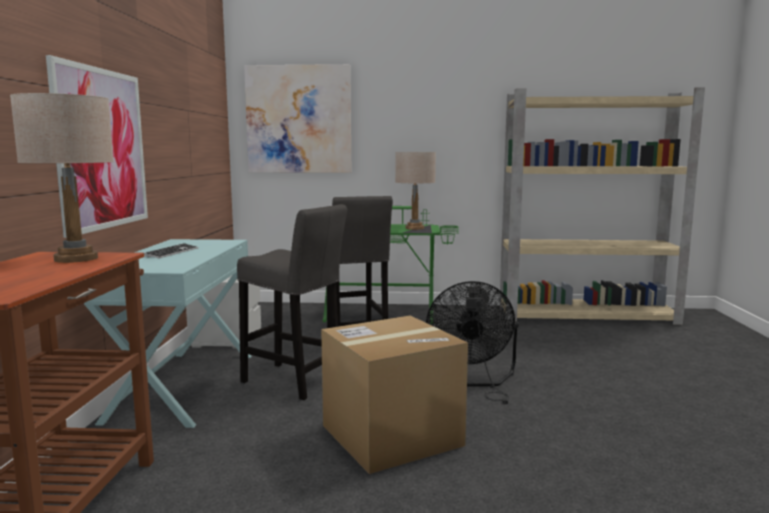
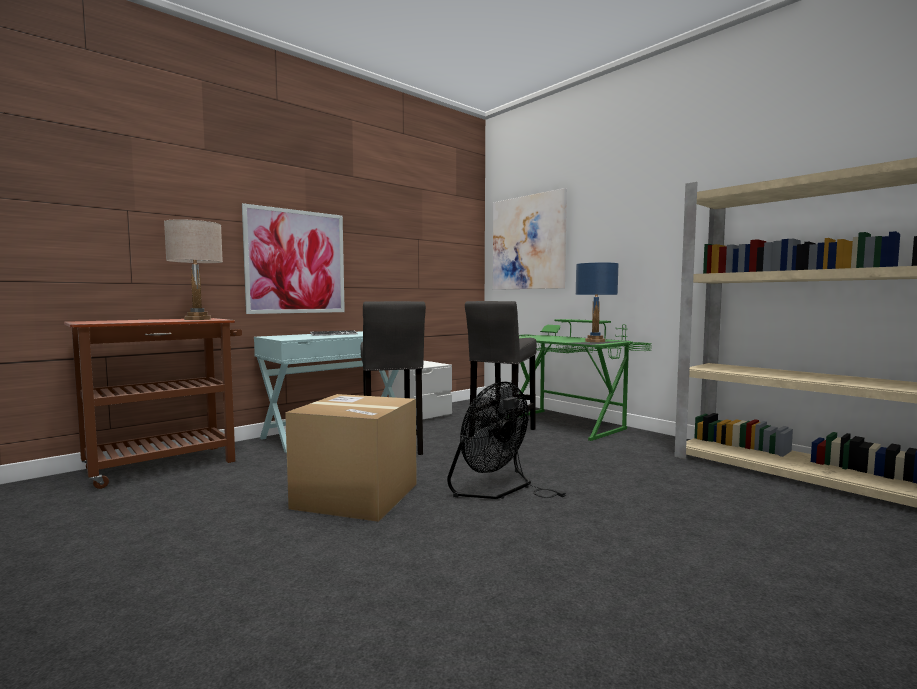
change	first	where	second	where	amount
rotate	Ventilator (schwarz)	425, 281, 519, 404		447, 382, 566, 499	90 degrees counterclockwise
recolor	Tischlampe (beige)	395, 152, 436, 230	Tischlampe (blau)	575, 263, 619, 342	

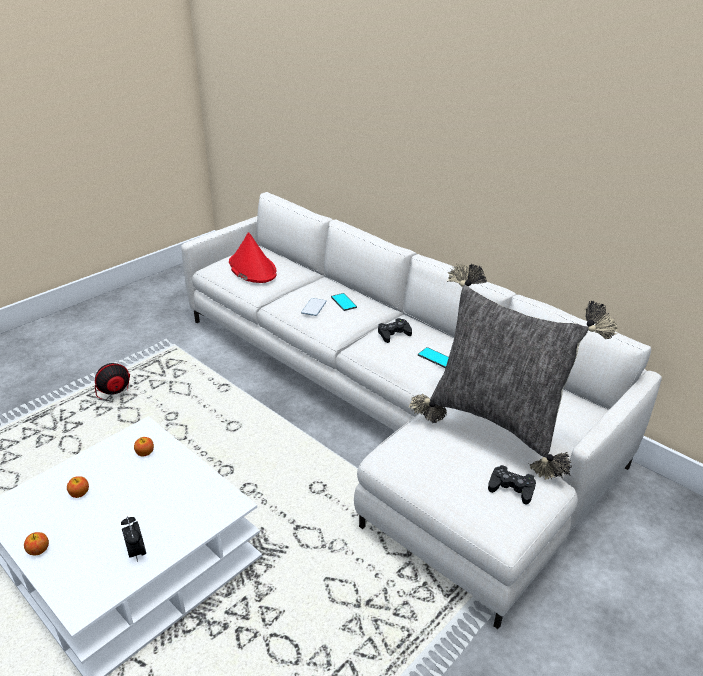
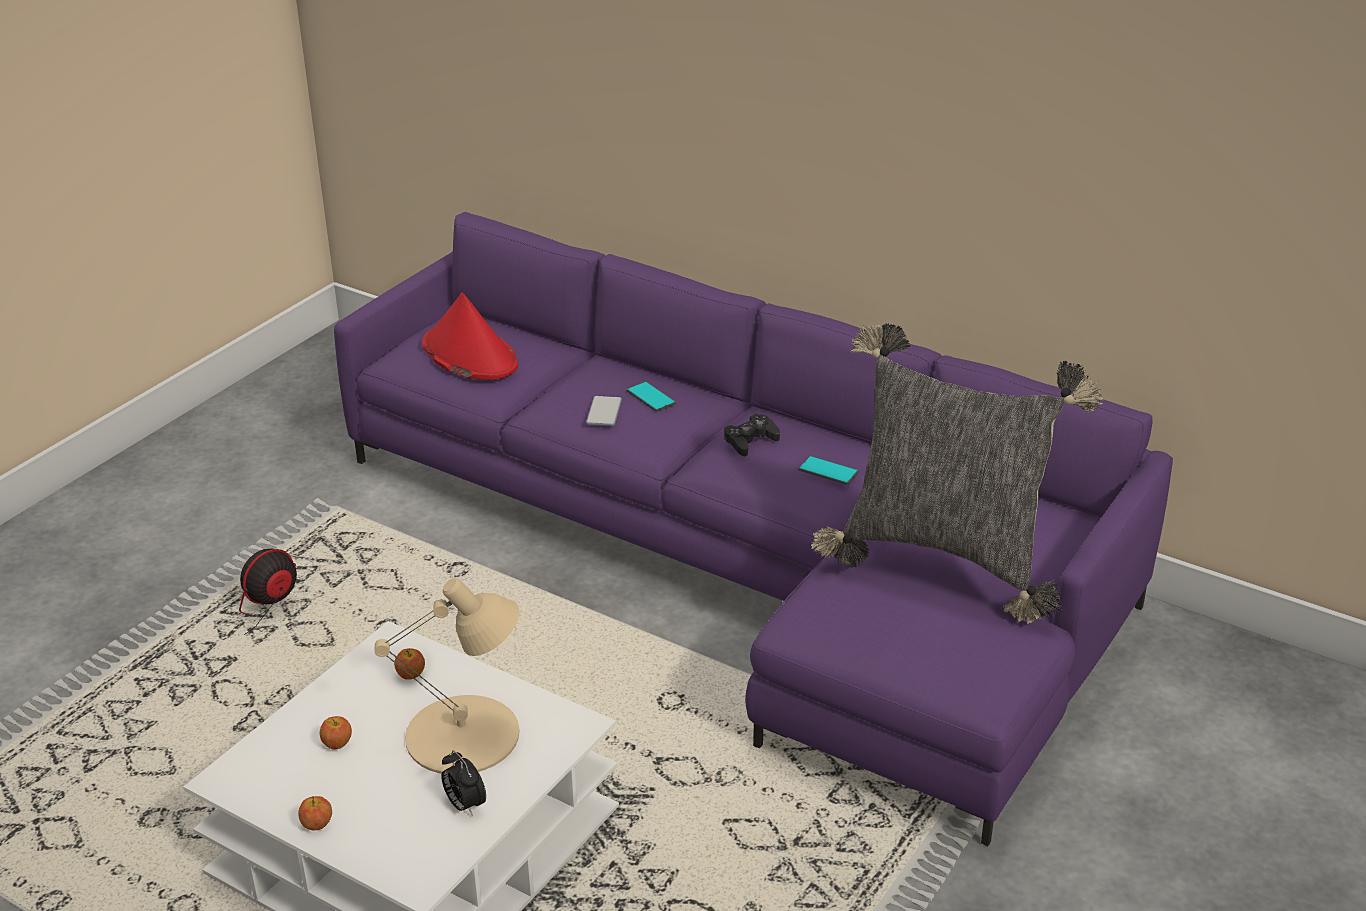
change	first	where	second	where	amount
recolor	Sofa (weiß)	181, 192, 662, 629	Sofa (lila)	334, 212, 1173, 846	
insert			Tischlampe (beige)	374, 578, 520, 774	
delete	Gamepad (schwarz)	488, 465, 536, 504			

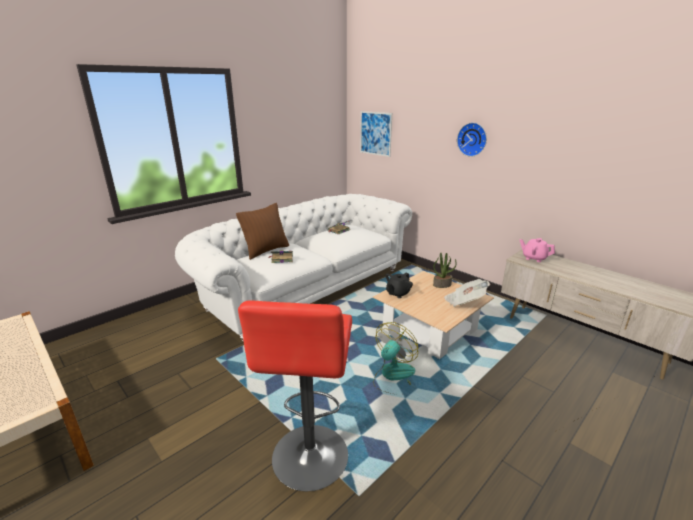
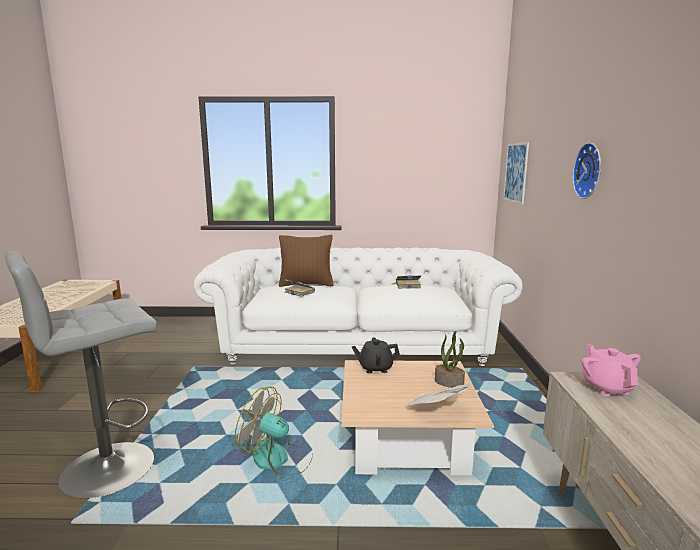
change	first	where	second	where	amount
recolor	Hocker (rot)	238, 300, 352, 491	Hocker (grau)	5, 251, 157, 499	
rotate	Ventilator	373, 322, 418, 394		235, 387, 313, 475	150 degrees counterclockwise

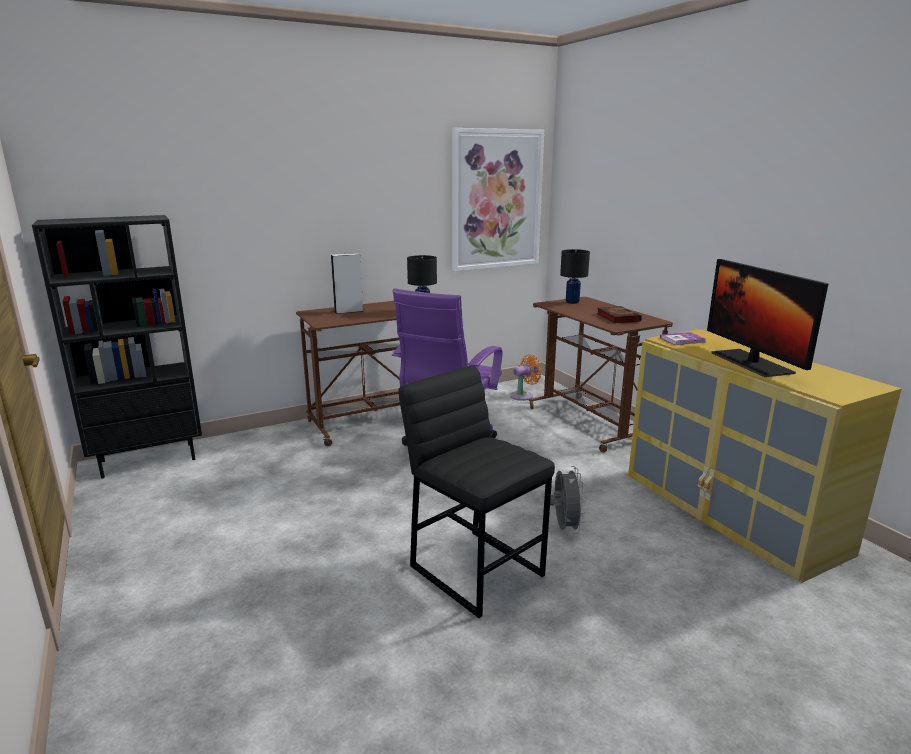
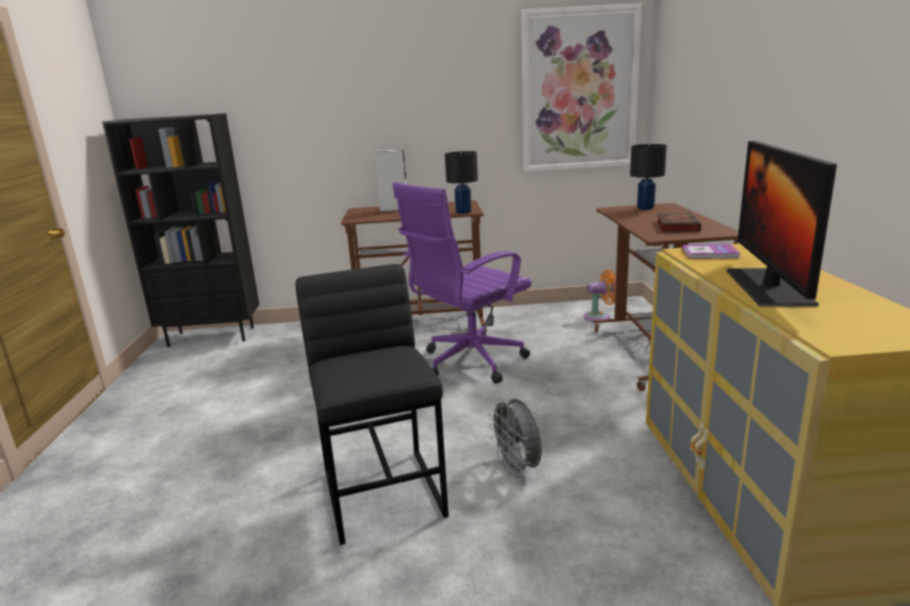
change	first	where	second	where	amount
rotate	Ventilator (grau)	550, 466, 585, 534		488, 397, 542, 478	135 degrees clockwise

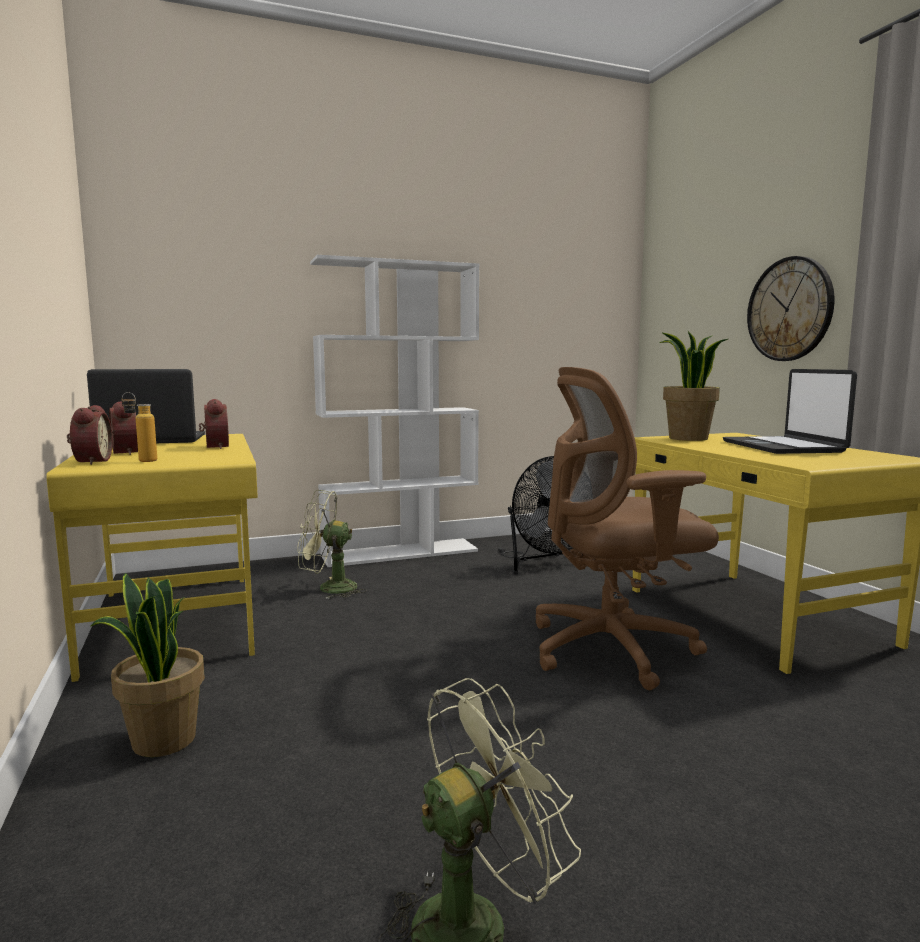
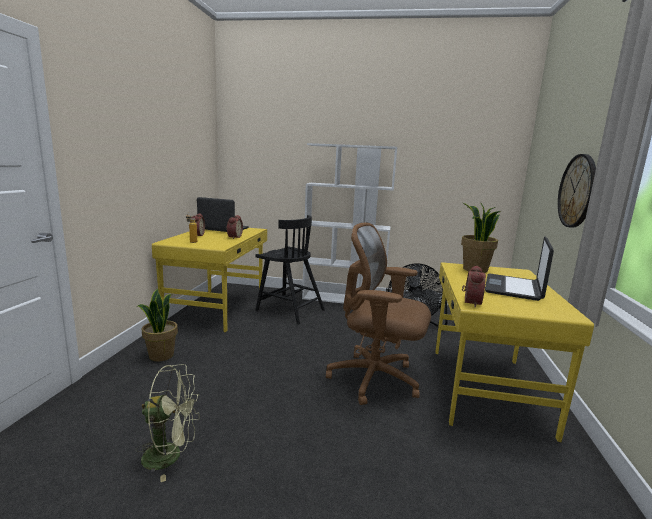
change	first	where	second	where	amount
replace	Ventilator (grün)	297, 490, 367, 599	Stuhl (schwarz)	255, 215, 325, 324	
move	Wecker	67, 405, 113, 465		462, 265, 486, 308	

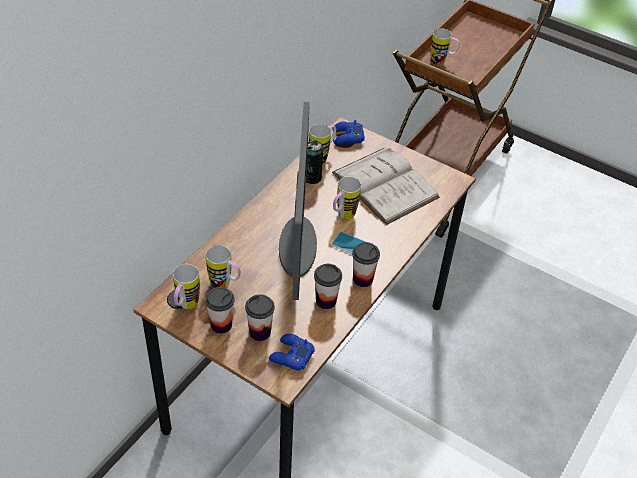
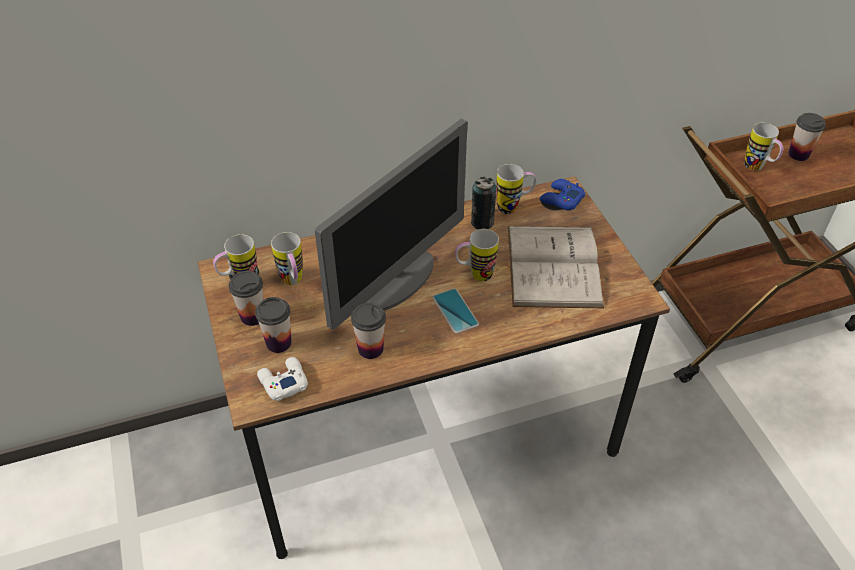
change	first	where	second	where	amount
recolor	Gamepad (blau)	269, 334, 315, 370	Gamepad (weiß)	257, 357, 308, 401	
move	Tasse	352, 242, 380, 287		788, 113, 826, 161	

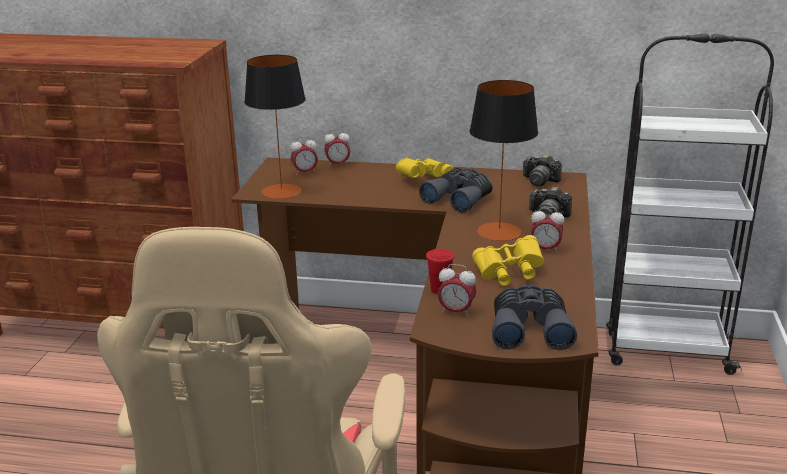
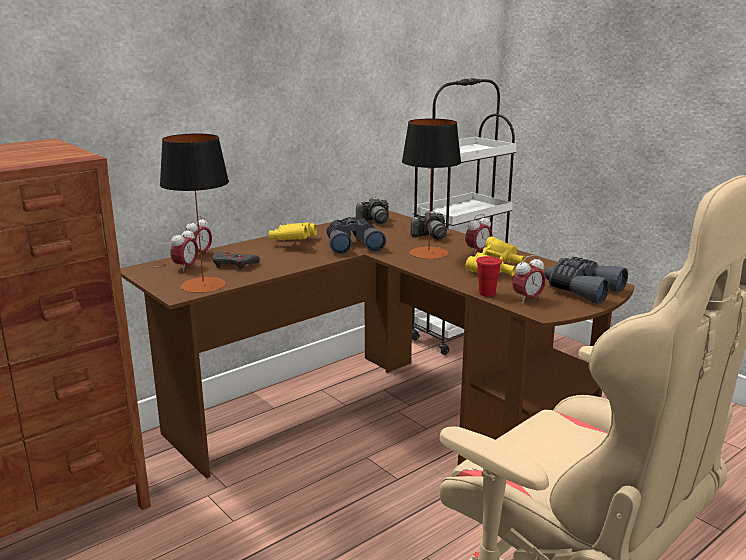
change	first	where	second	where	amount
insert			Gamepad (grau)	212, 252, 260, 270	

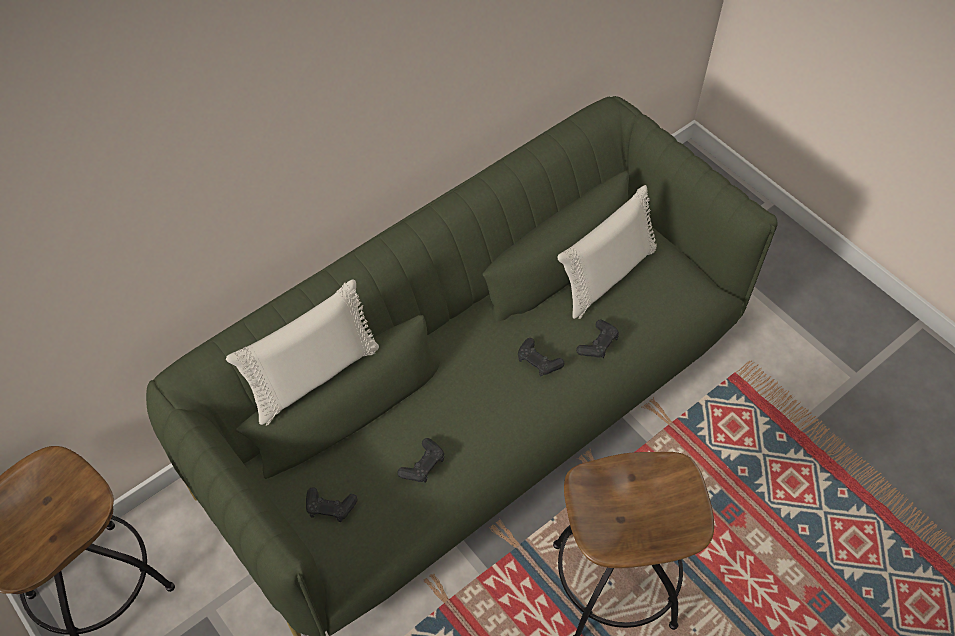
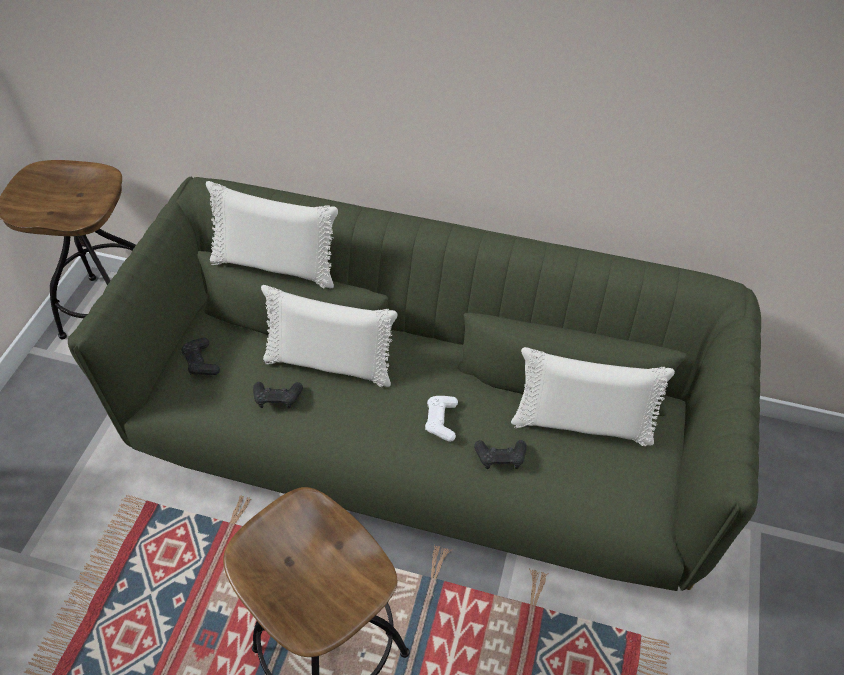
change	first	where	second	where	amount
insert			Kissen (weiß)	261, 285, 398, 387	
recolor	Gamepad (schwarz)	518, 338, 564, 376	Gamepad (weiß)	425, 396, 458, 442	

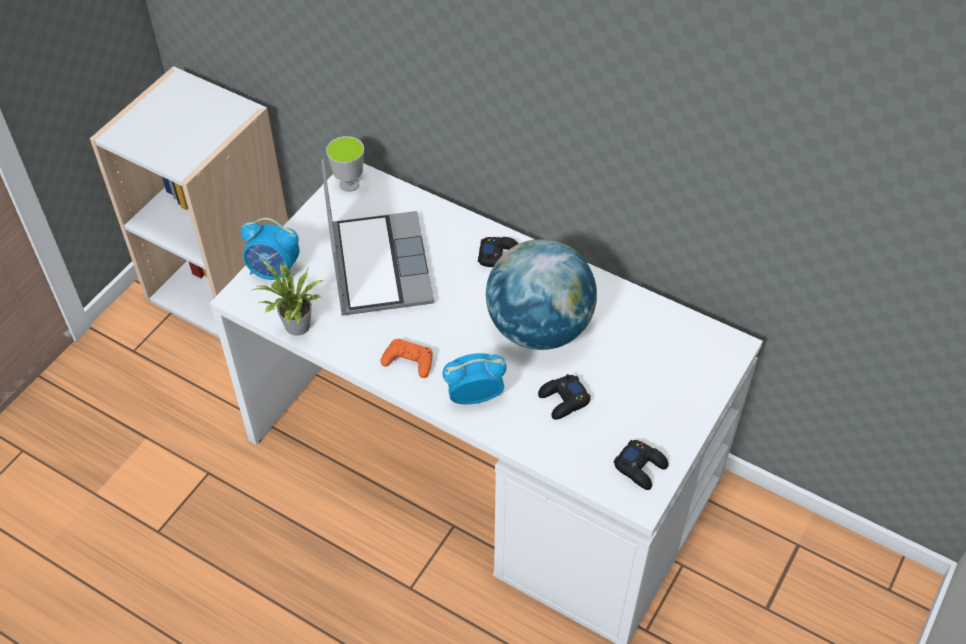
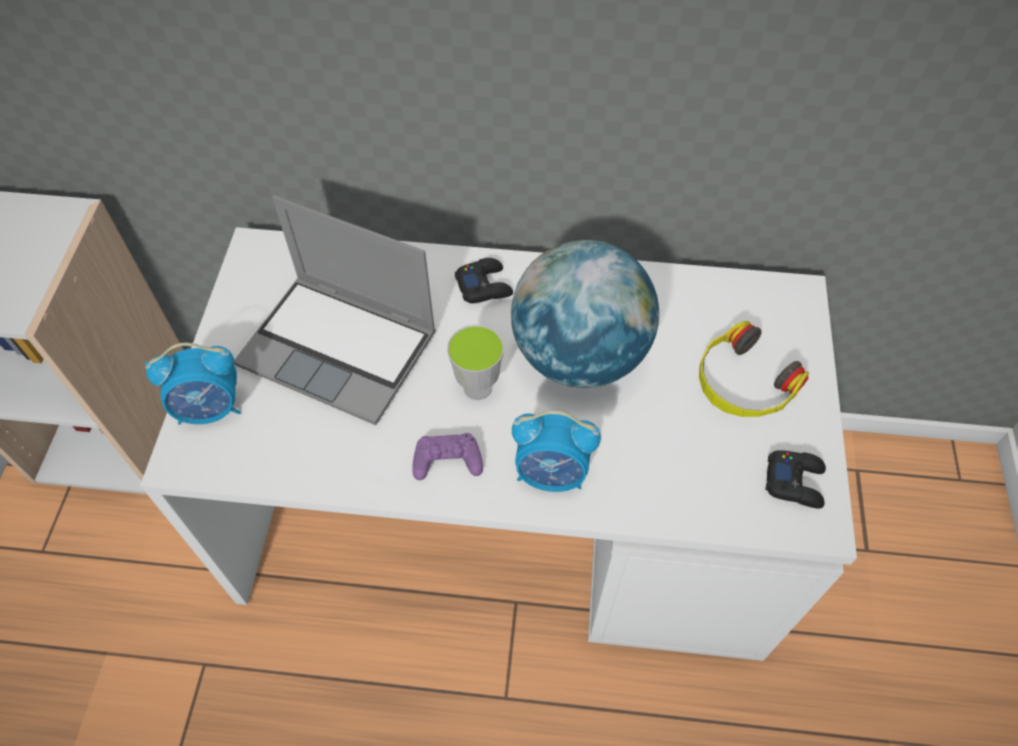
change	first	where	second	where	amount
rotate	Laptop	321, 159, 434, 316		234, 195, 436, 425	150 degrees clockwise
recolor	Gamepad (orange)	381, 339, 433, 378	Gamepad (lila)	412, 433, 483, 480	
move	Tasse	326, 136, 364, 192		447, 325, 504, 400	
rotate	Wecker	443, 353, 507, 404		512, 410, 601, 492	135 degrees counterclockwise
insert			Kopfhörer	699, 321, 809, 417	
delete	Topfpflanze	252, 259, 323, 336			
delete	Gamepad (schwarz)	538, 374, 591, 420			

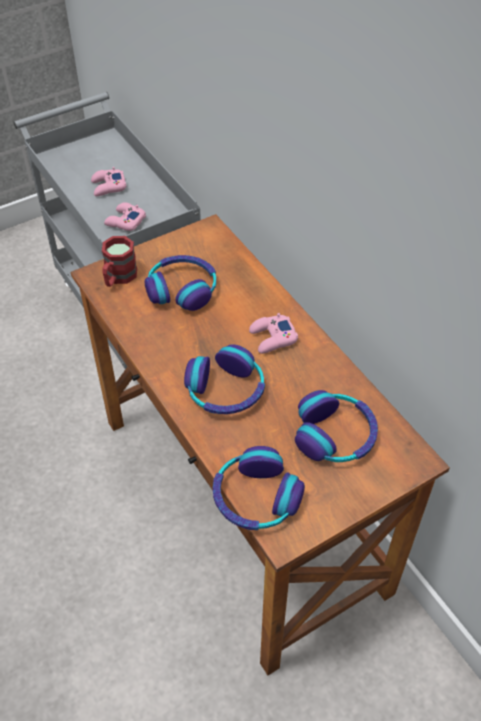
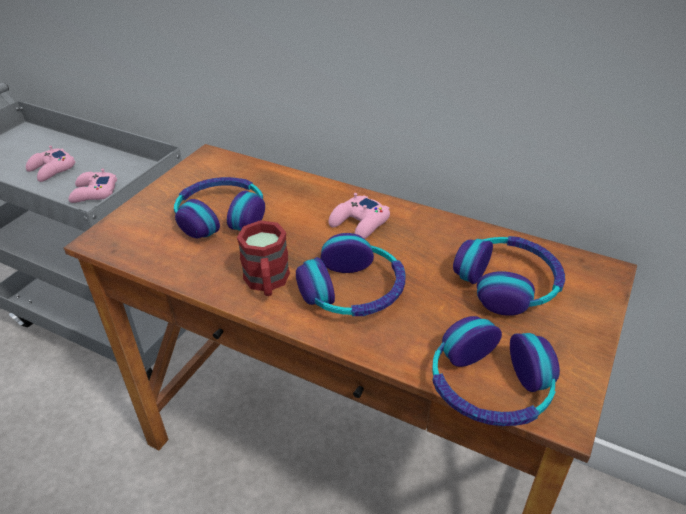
change	first	where	second	where	amount
move	Henkelbecher (rot)	102, 236, 137, 287		237, 220, 290, 296	

